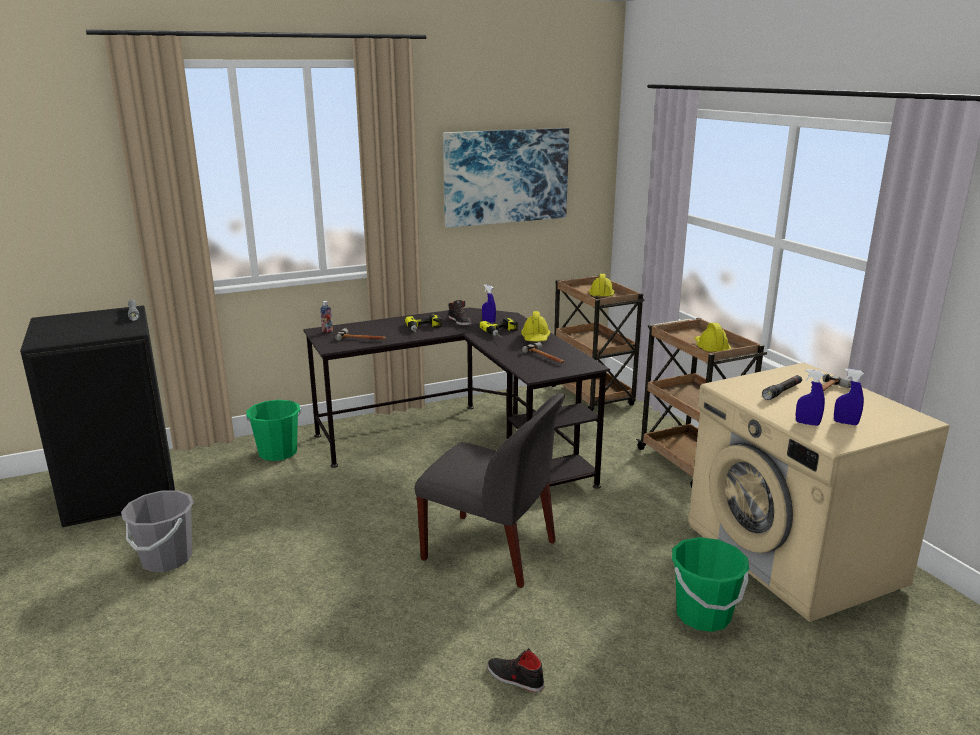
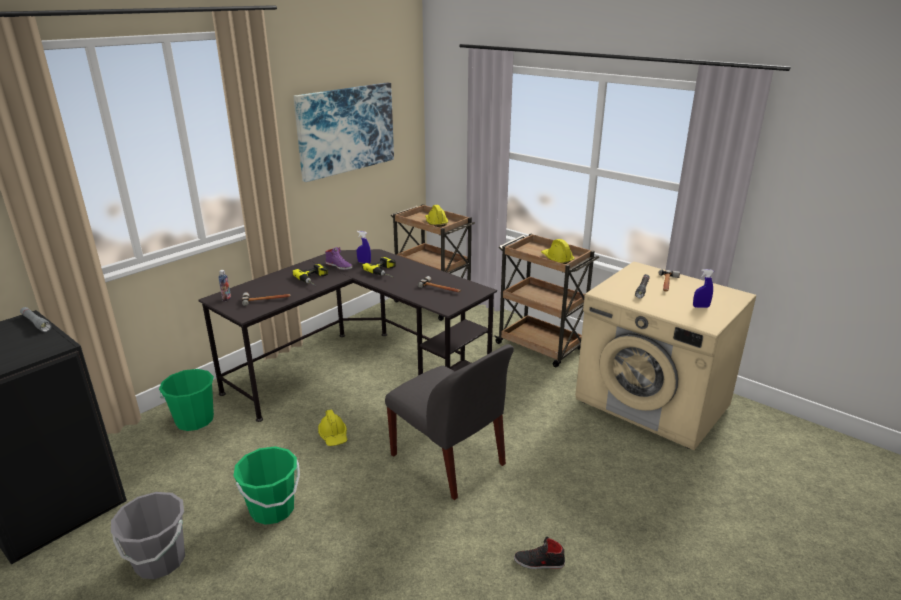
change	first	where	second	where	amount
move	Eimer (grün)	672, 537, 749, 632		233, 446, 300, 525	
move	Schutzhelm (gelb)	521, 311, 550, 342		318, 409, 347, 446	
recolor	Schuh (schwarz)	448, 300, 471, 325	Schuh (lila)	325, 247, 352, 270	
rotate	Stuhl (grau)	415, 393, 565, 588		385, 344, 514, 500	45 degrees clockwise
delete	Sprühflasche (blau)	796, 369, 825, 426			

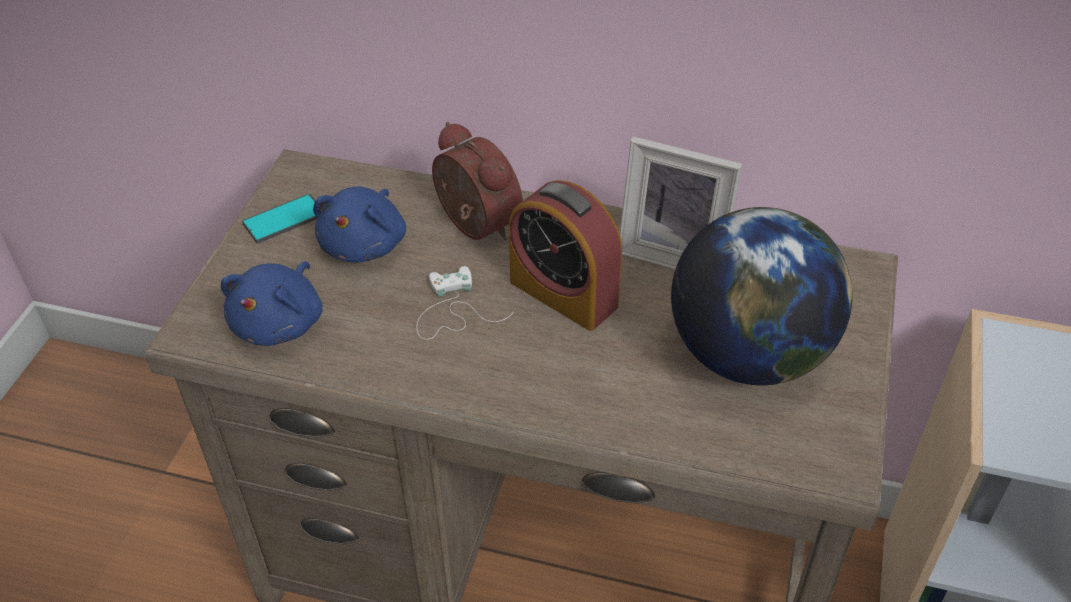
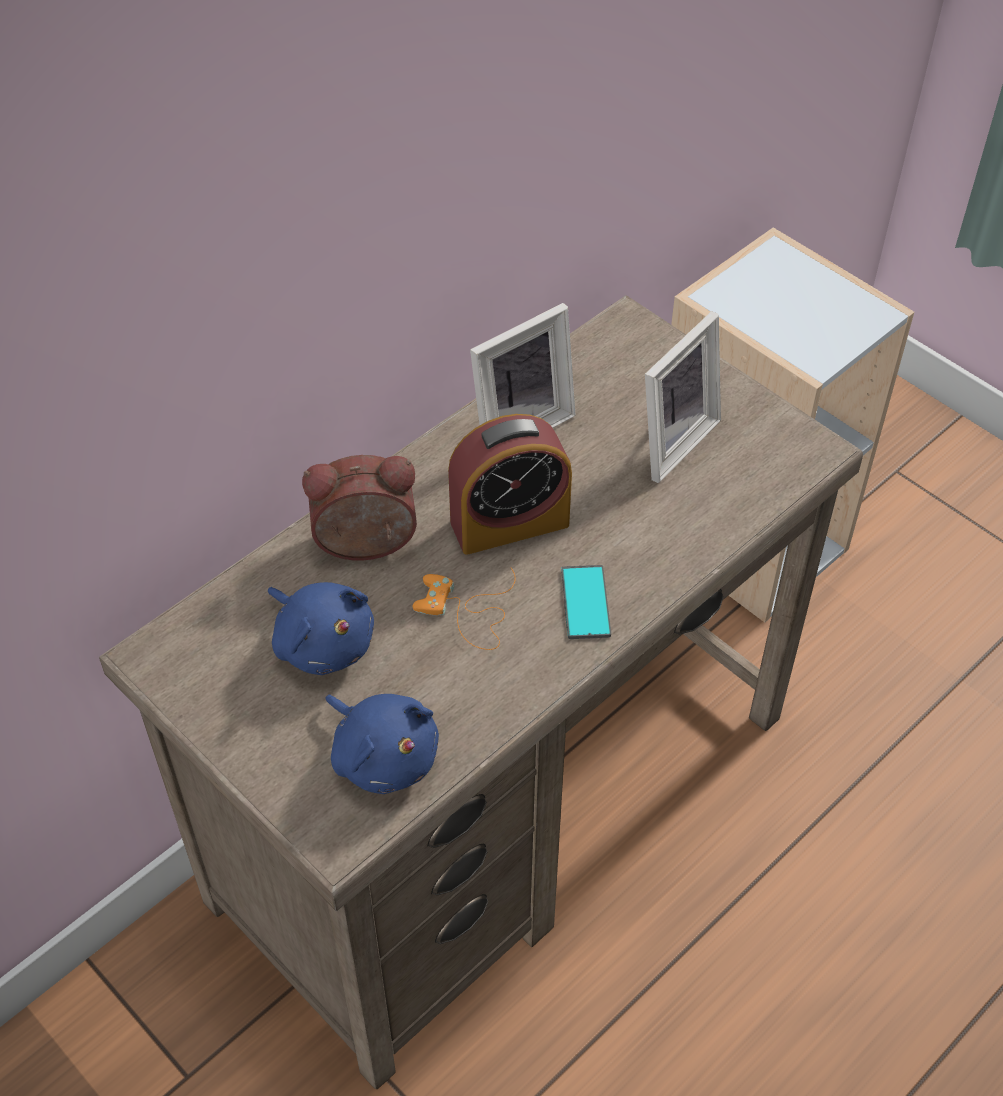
change	first	where	second	where	amount
recolor	Gamepad (weiß)	417, 266, 514, 340	Gamepad (orange)	413, 568, 515, 650	
move	Handy	242, 194, 317, 243		561, 565, 611, 639	
replace	Globus	671, 207, 852, 385	Bilderrahmen	645, 311, 721, 483	

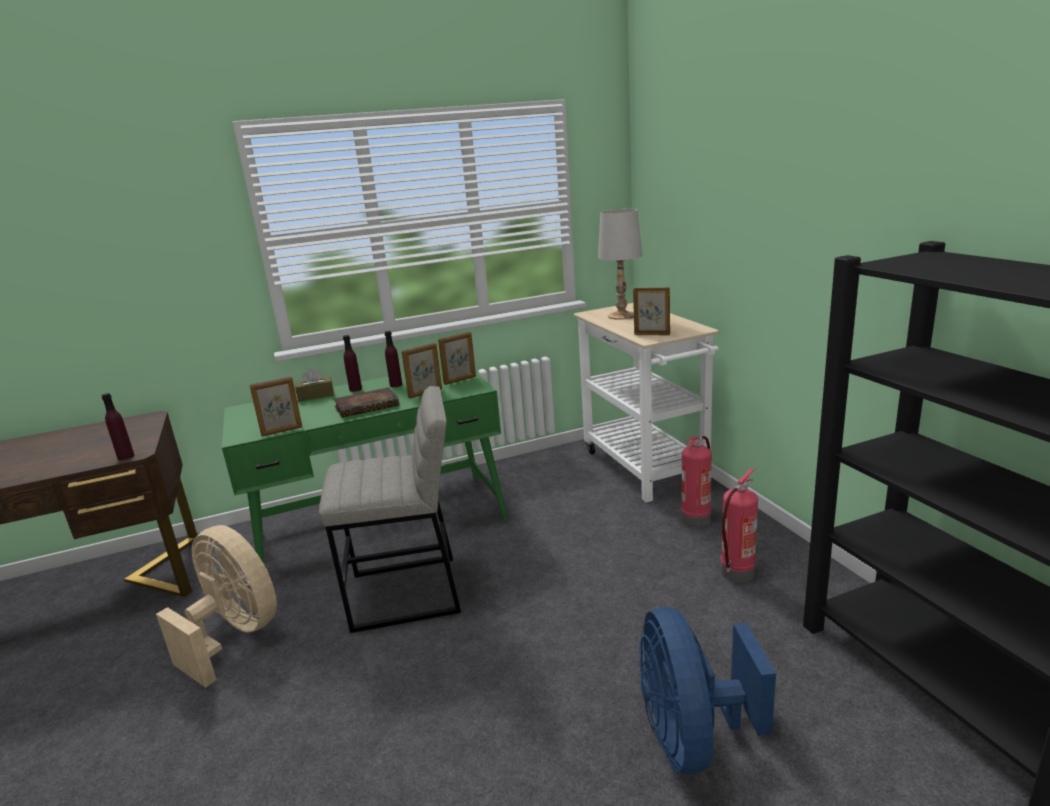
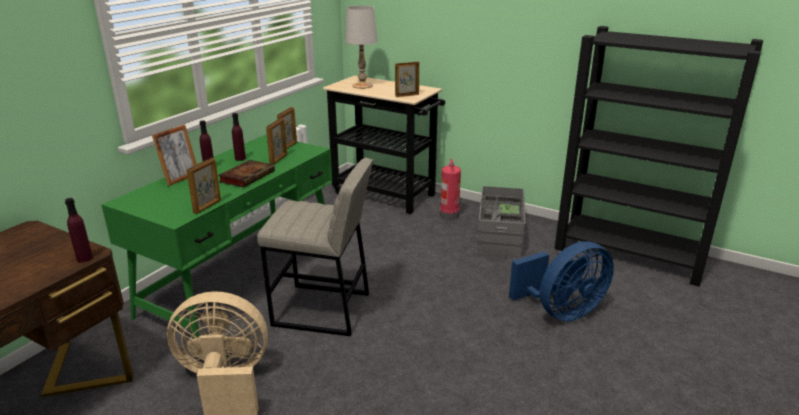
change	first	where	second	where	amount
replace	Taschentuchbox (braun)	295, 368, 334, 402	Bilderrahmen	152, 124, 197, 186	
rotate	Stuhl (grau)	319, 386, 461, 633		257, 158, 373, 336	60 degrees clockwise
recolor	Rollwagen (weiß)	574, 303, 719, 503	Rollwagen (schwarz)	323, 76, 445, 214	
replace	Feuerlöscher	721, 468, 758, 582	Aufbewahrungsbox (grau)	476, 186, 526, 257	
rotate	Ventilator (blau)	639, 607, 776, 774		509, 241, 614, 321	75 degrees counterclockwise

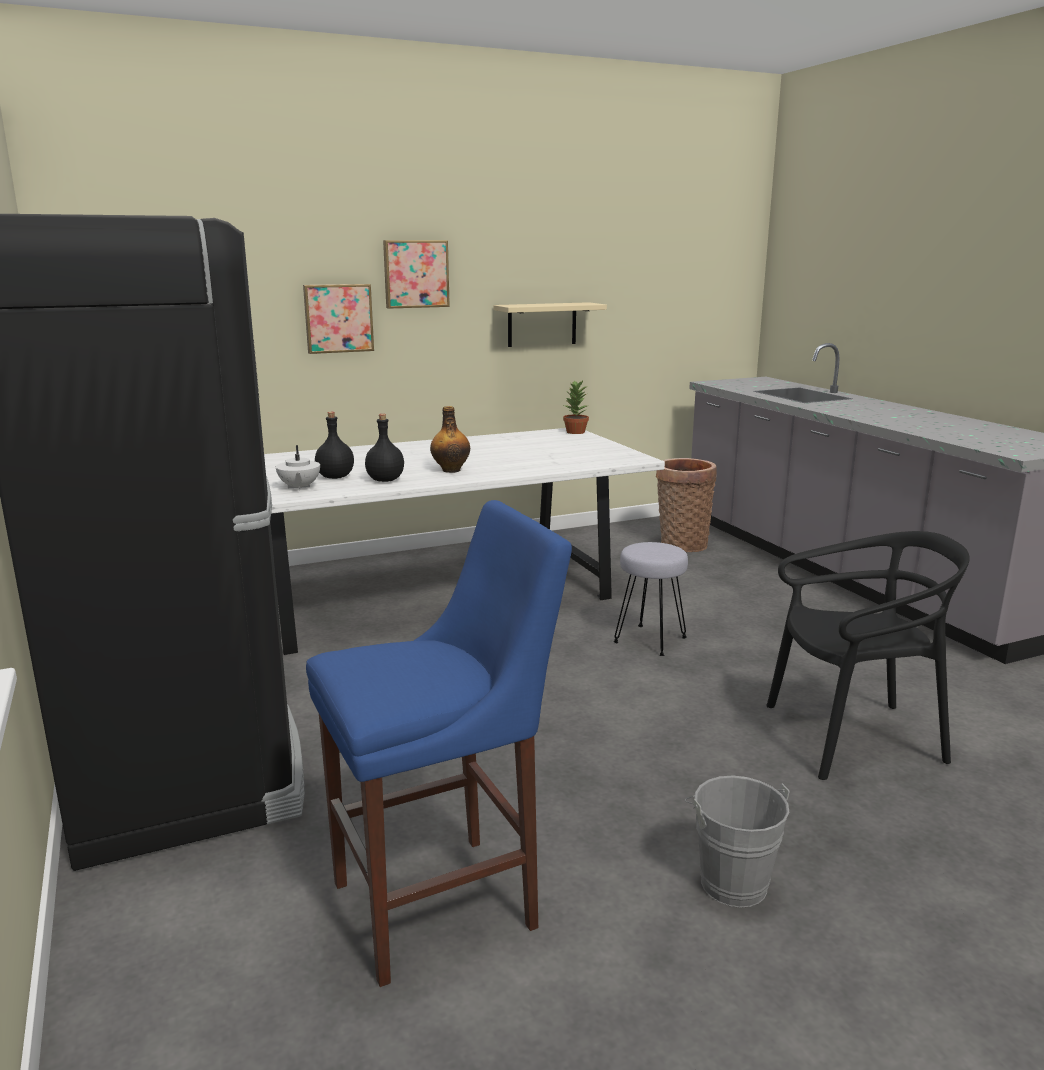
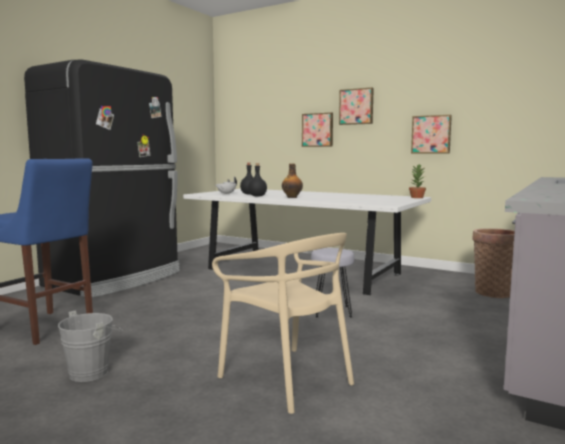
change	first	where	second	where	amount
recolor	Stuhl (schwarz)	766, 531, 970, 780	Stuhl (beige)	212, 233, 354, 414	
replace	Wandregal (beige)	494, 302, 607, 347	Bild	411, 115, 452, 153	

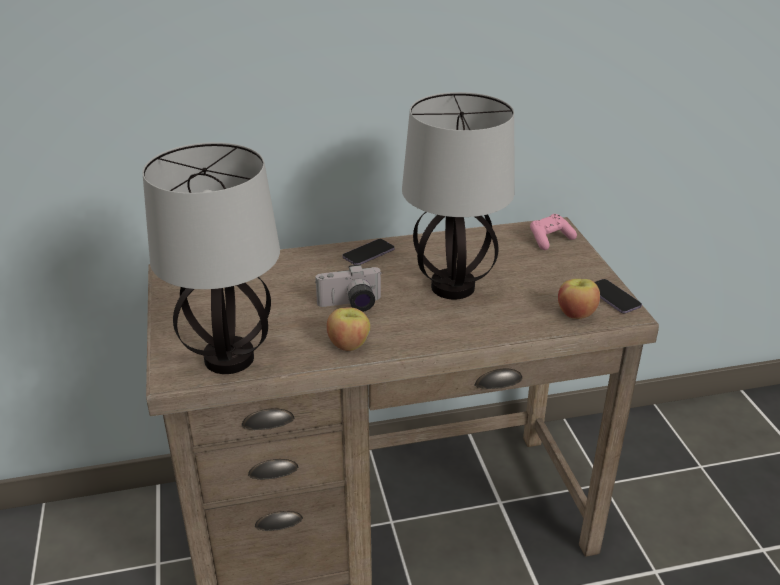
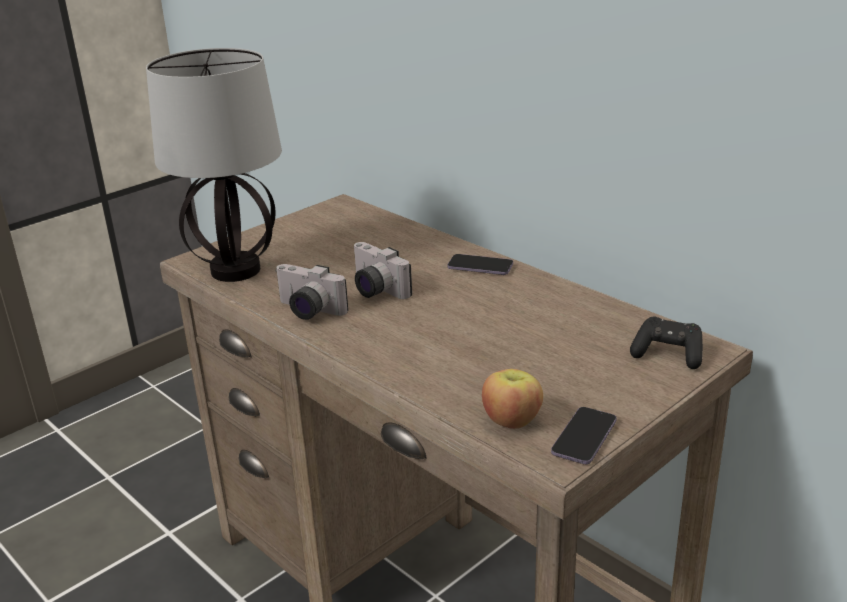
change	first	where	second	where	amount
replace	Apfel	327, 307, 370, 351	Kamera	275, 264, 348, 320	
recolor	Gamepad (rosa)	530, 214, 577, 250	Gamepad (schwarz)	630, 316, 703, 369	
delete	Tischlampe	402, 92, 514, 299			

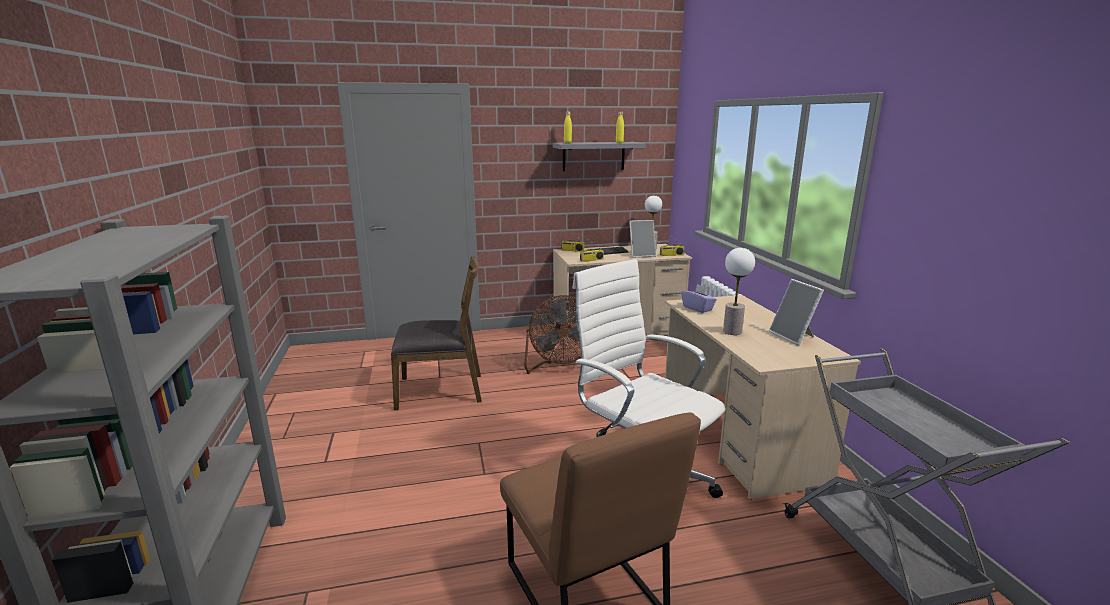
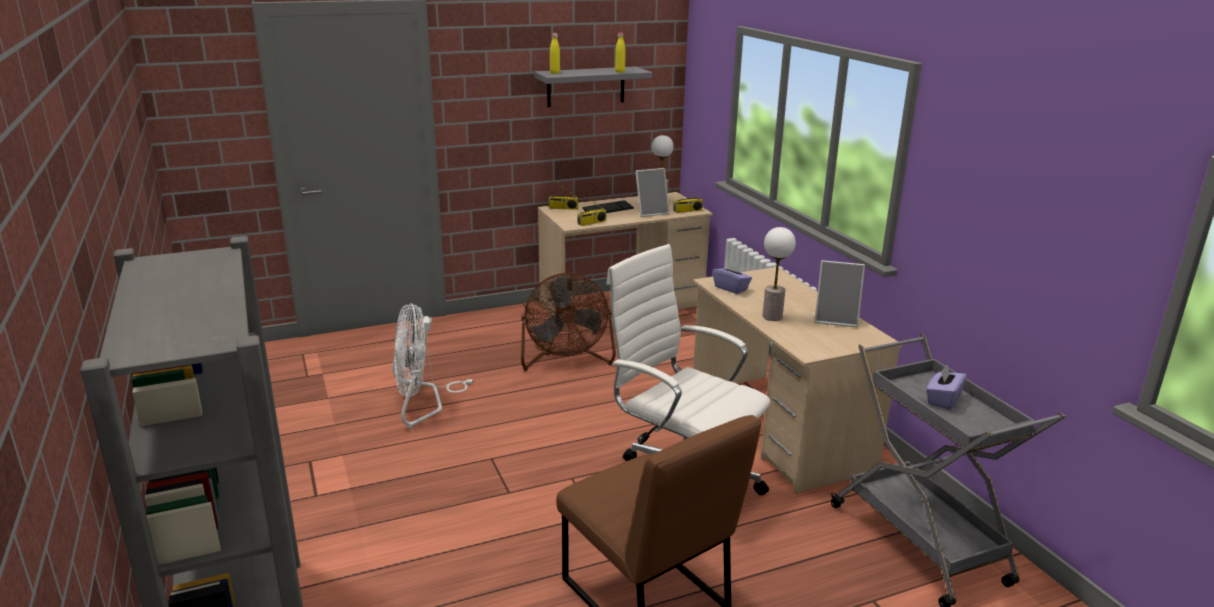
change	first	where	second	where	amount
replace	Stuhl (braun)	391, 256, 482, 410	Ventilator (weiß)	392, 303, 474, 429	
rotate	Bilderrahmen	769, 279, 824, 346		814, 260, 865, 327	45 degrees counterclockwise
insert			Taschentuchbox (lila)	926, 364, 967, 410	

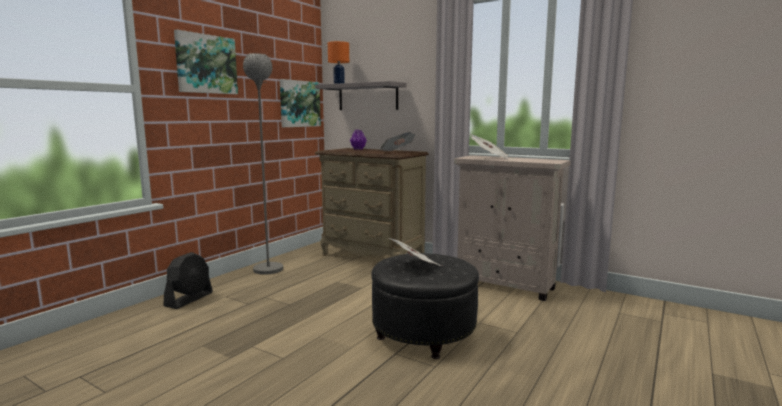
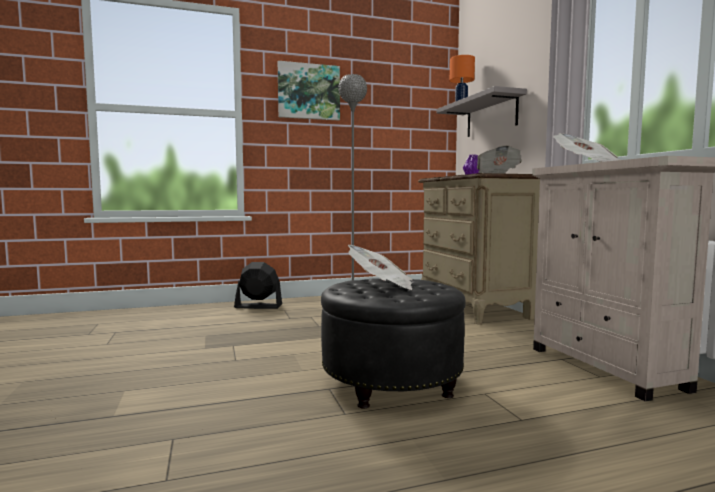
change	first	where	second	where	amount
rotate	Ventilator (schwarz)	163, 252, 213, 309		234, 262, 282, 309	150 degrees counterclockwise
delete	Bild	280, 79, 321, 127			

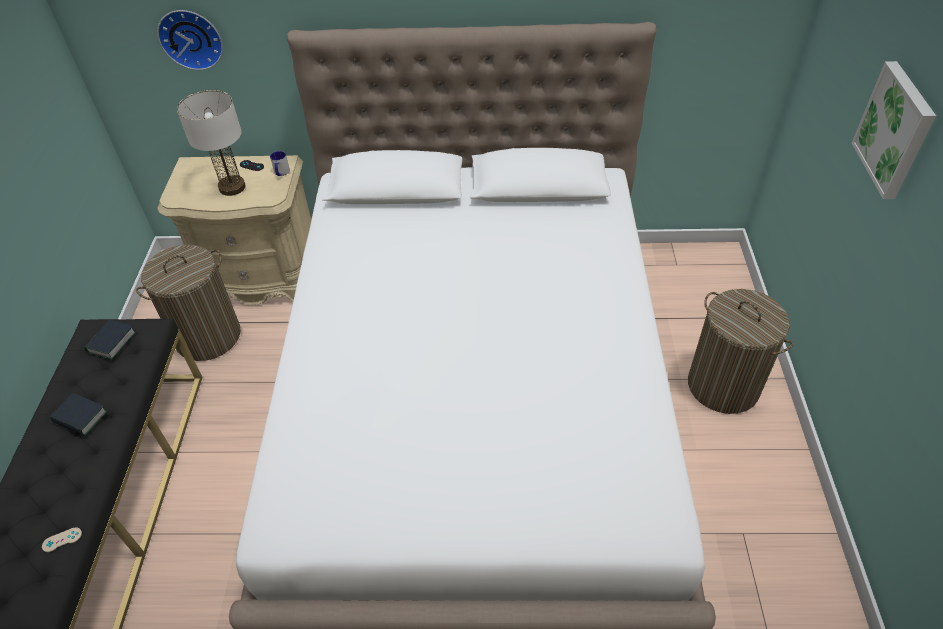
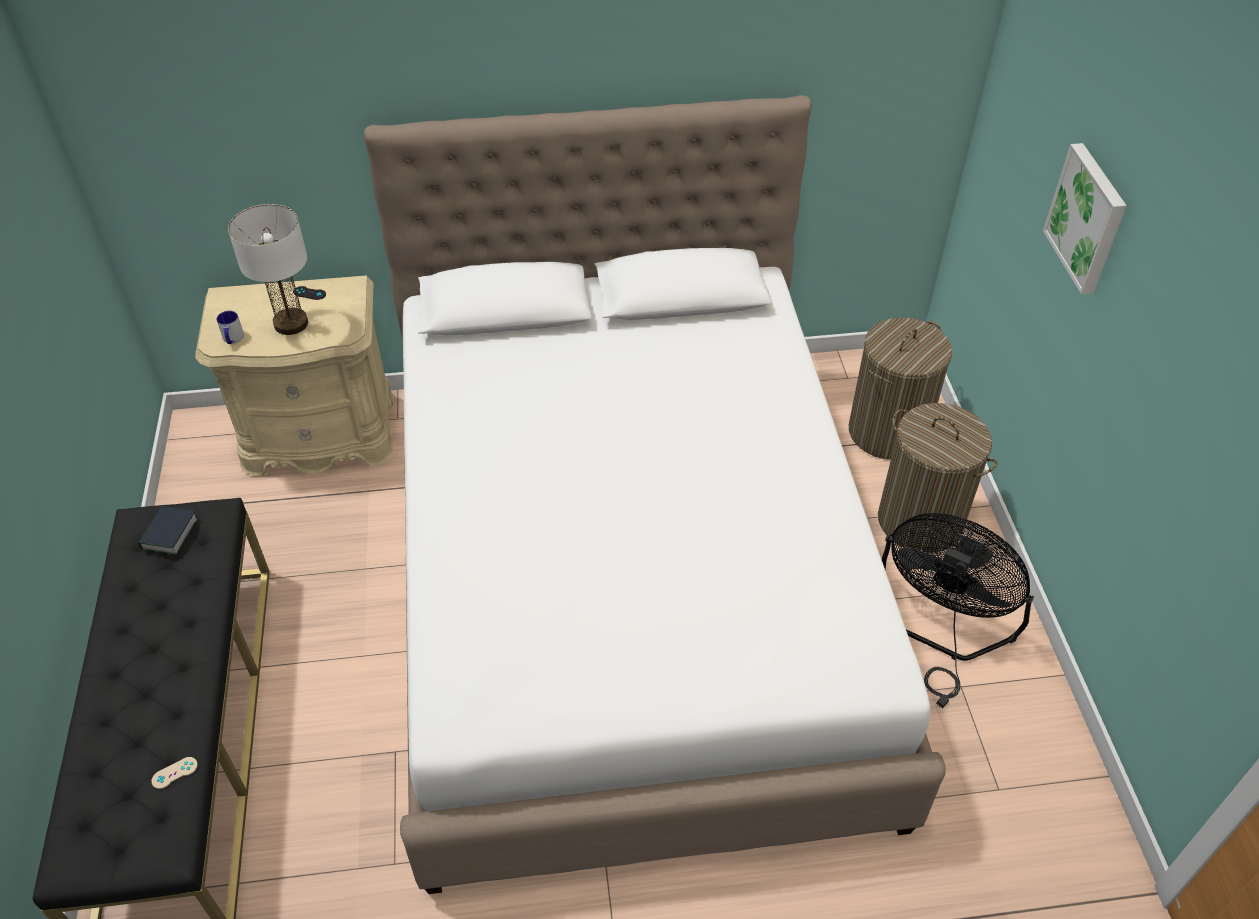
change	first	where	second	where	amount
move	Henkelbecher	270, 151, 290, 176		216, 311, 244, 344	
move	Wäschekorb	136, 245, 241, 361		849, 318, 952, 460	
insert			Ventilator (schwarz)	882, 513, 1034, 708	
delete	Buch	50, 393, 108, 436			
delete	Wanduhr	157, 10, 223, 70			

